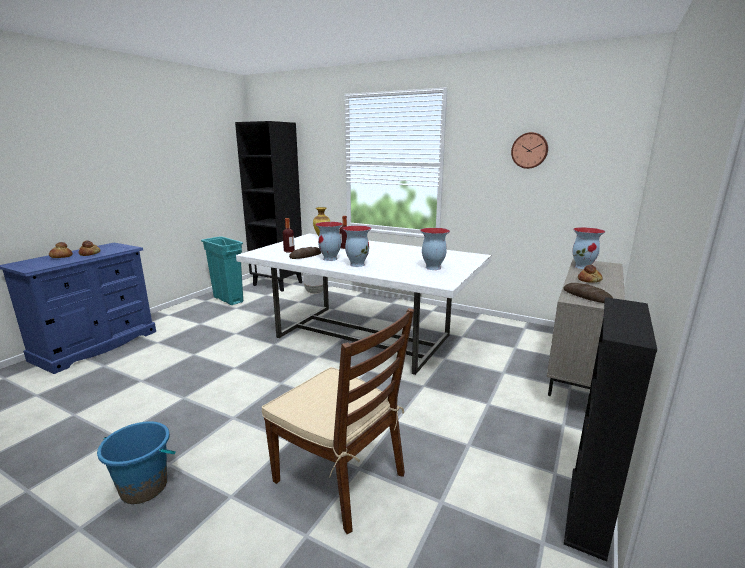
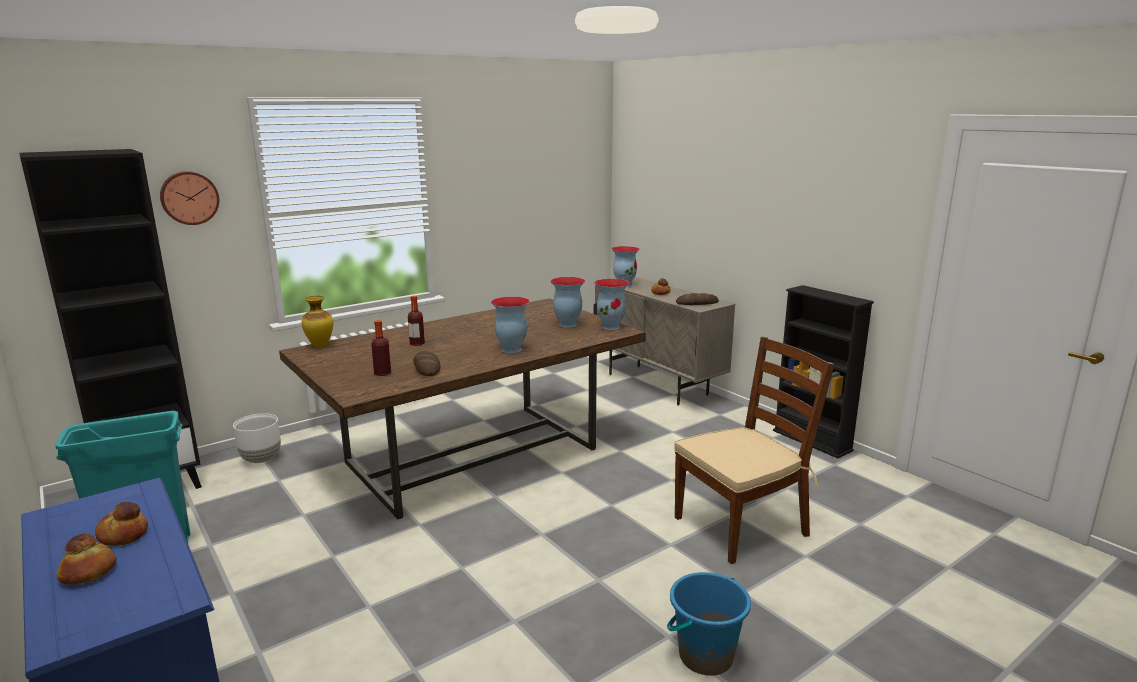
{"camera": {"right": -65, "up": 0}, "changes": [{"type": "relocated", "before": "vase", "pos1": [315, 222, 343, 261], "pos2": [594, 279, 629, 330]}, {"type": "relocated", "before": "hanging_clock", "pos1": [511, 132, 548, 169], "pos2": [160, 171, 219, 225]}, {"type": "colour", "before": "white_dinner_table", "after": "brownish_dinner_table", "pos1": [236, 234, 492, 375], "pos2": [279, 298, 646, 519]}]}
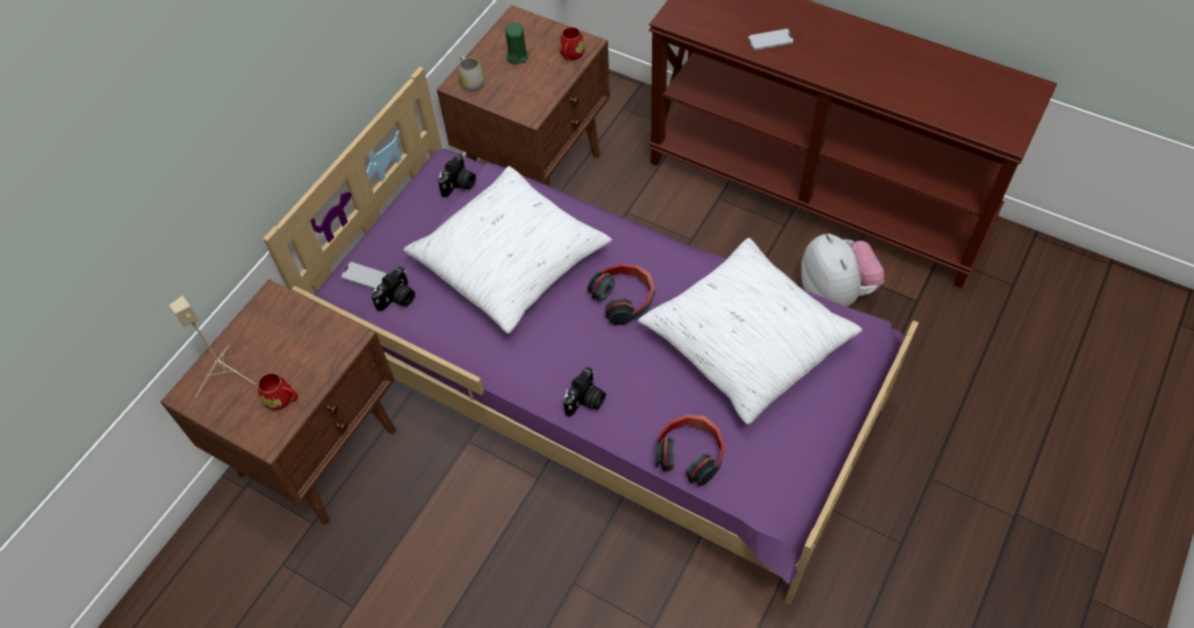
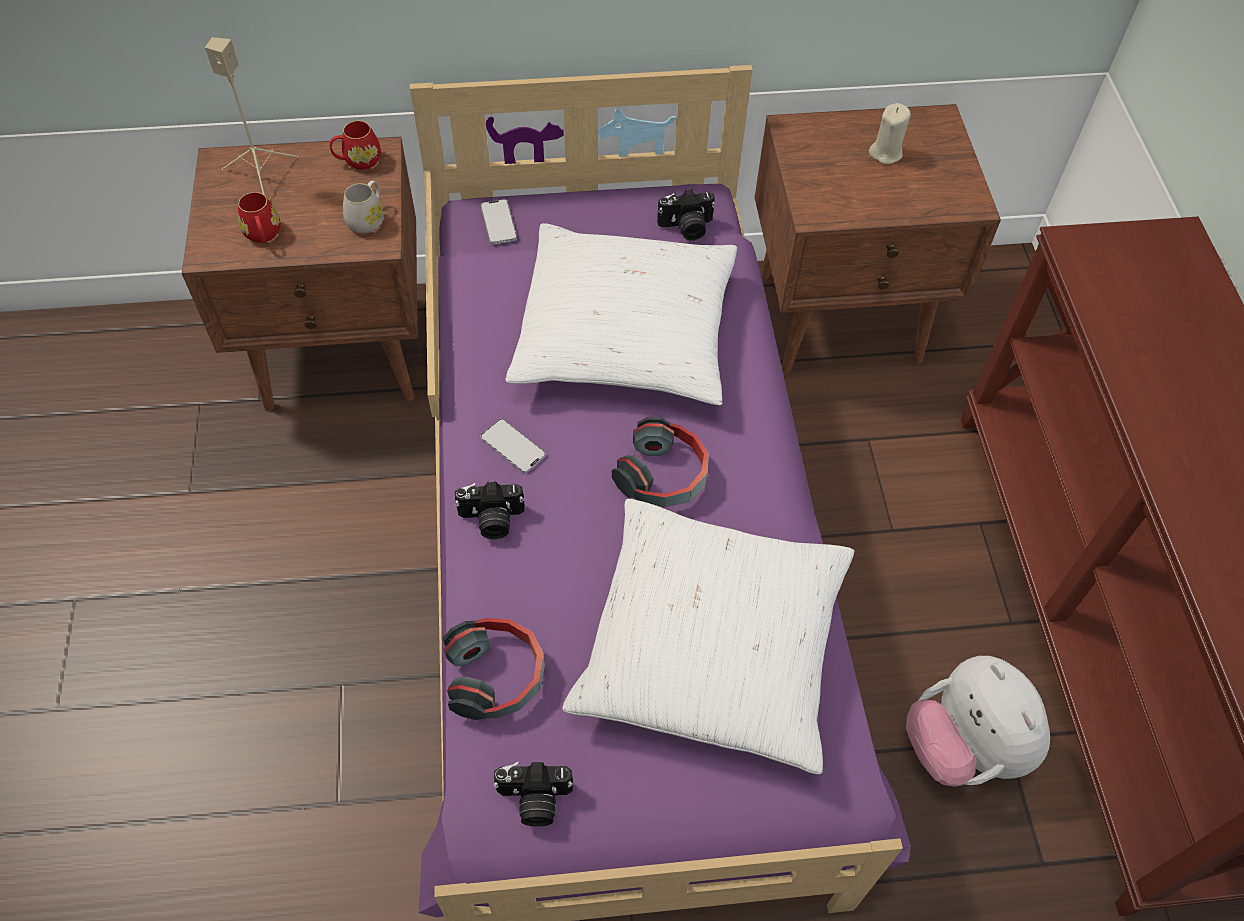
{"camera": {"right": 50, "up": 0}, "changes": [{"type": "relocated", "before": "still_camera", "pos1": [371, 266, 415, 311], "pos2": [493, 762, 573, 826]}, {"type": "relocated", "before": "white_tea_mug", "pos1": [458, 56, 485, 91], "pos2": [343, 180, 383, 234]}, {"type": "relocated", "before": "reddish_tea_mug", "pos1": [559, 27, 585, 60], "pos2": [330, 121, 381, 170]}, {"type": "relocated", "before": "phone", "pos1": [748, 29, 794, 51], "pos2": [481, 419, 546, 473]}, {"type": "colour", "before": "green_wax_candle", "after": "sand-coloured_wax_candle", "pos1": [505, 22, 529, 64], "pos2": [869, 103, 911, 164]}, {"type": "spun", "before": "soft_toy", "pos1": [801, 234, 885, 307], "pos2": [906, 656, 1050, 787], "turn": 120}]}
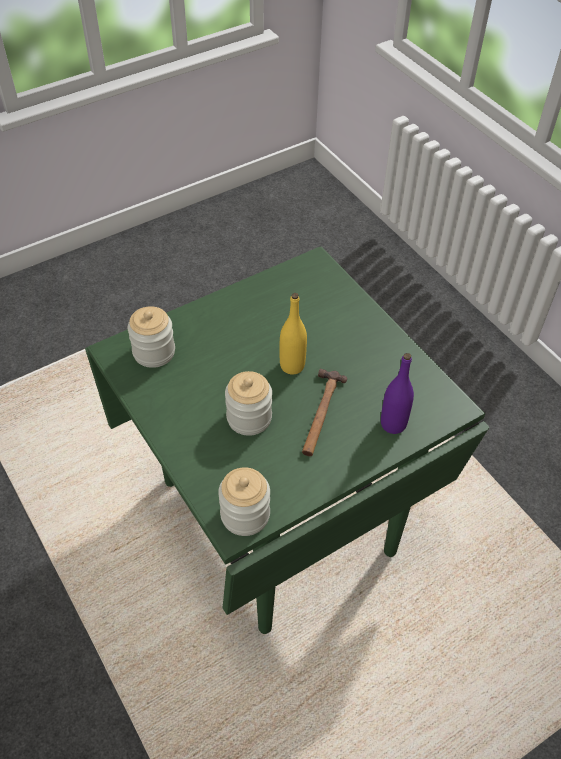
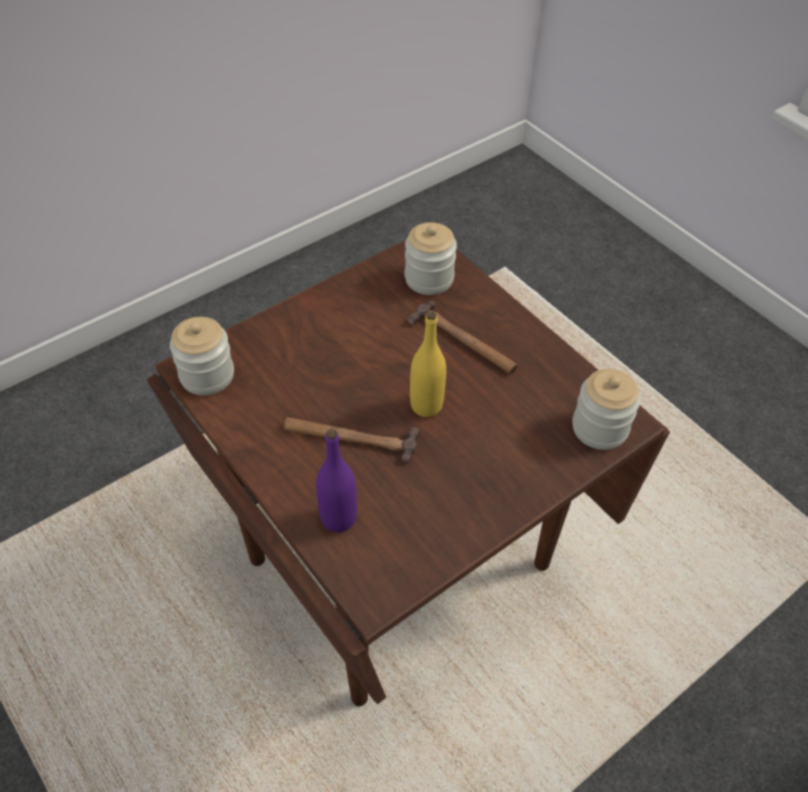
{"camera": {"right": 85, "up": 0}, "changes": [{"type": "appeared", "after": "tool_hammer", "pos2": [407, 301, 518, 374]}, {"type": "relocated", "before": "preserve_jar", "pos1": [225, 371, 272, 436], "pos2": [572, 369, 640, 450]}, {"type": "colour", "before": "green_dinner_table", "after": "brownish_dinner_table", "pos1": [85, 246, 489, 634], "pos2": [147, 240, 670, 706]}]}
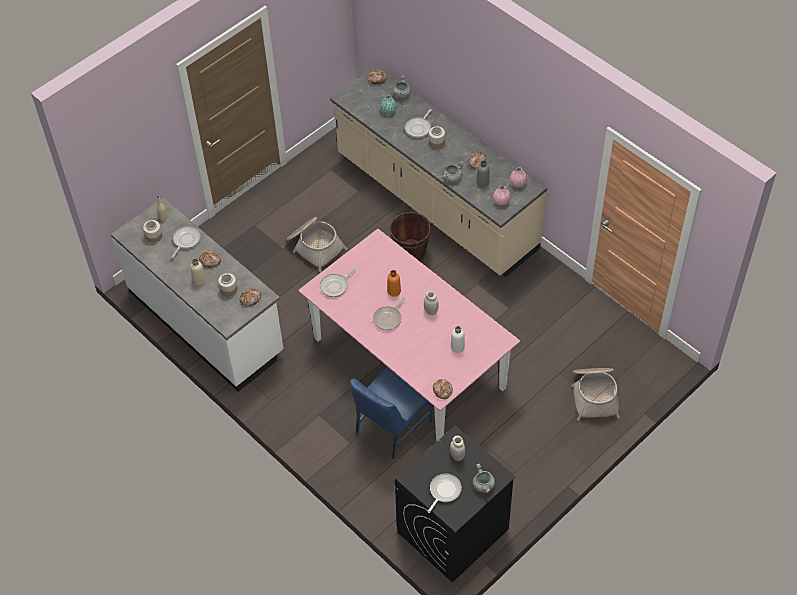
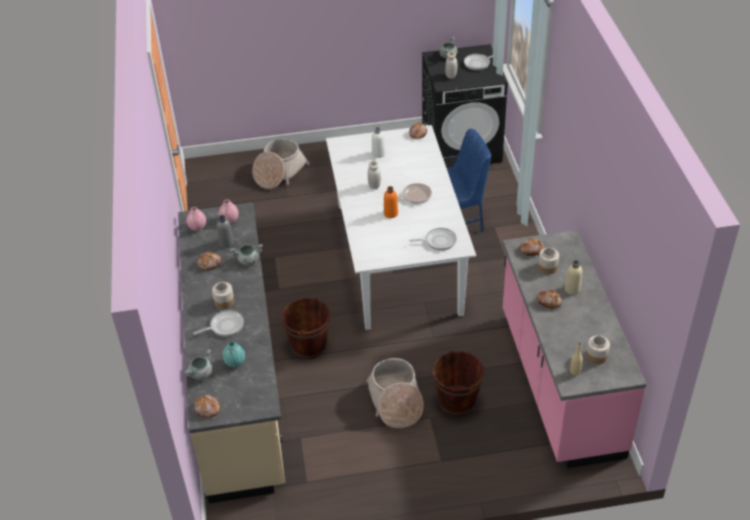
{"camera": {"right": -145, "up": -10}, "changes": [{"type": "missing", "before": "skillet", "pos1": [171, 226, 201, 258]}, {"type": "appeared", "after": "brownish_water_bucket", "pos2": [433, 351, 484, 416]}, {"type": "colour", "before": "white_kitchen_counter", "after": "pinkish_kitchen_counter", "pos1": [111, 197, 283, 392], "pos2": [502, 230, 646, 468]}, {"type": "colour", "before": "pinkish_dinner_table", "after": "white_dinner_table", "pos1": [298, 229, 520, 442], "pos2": [326, 125, 476, 330]}]}
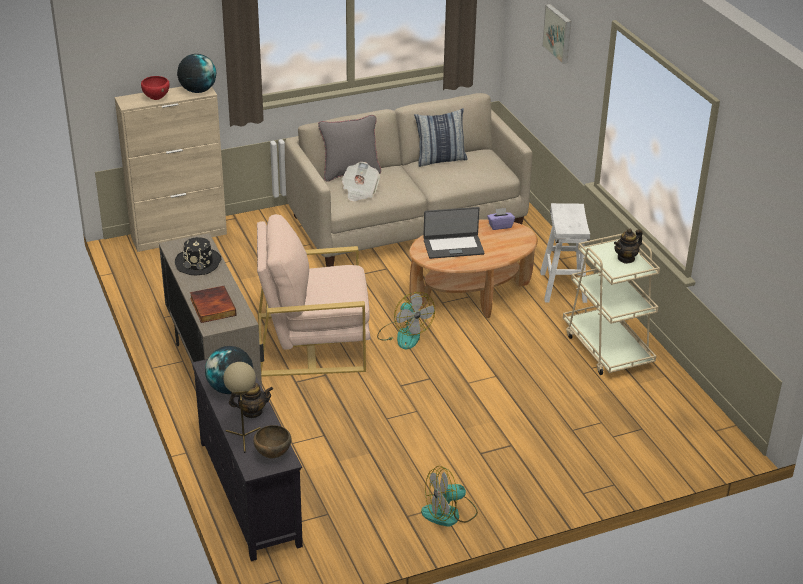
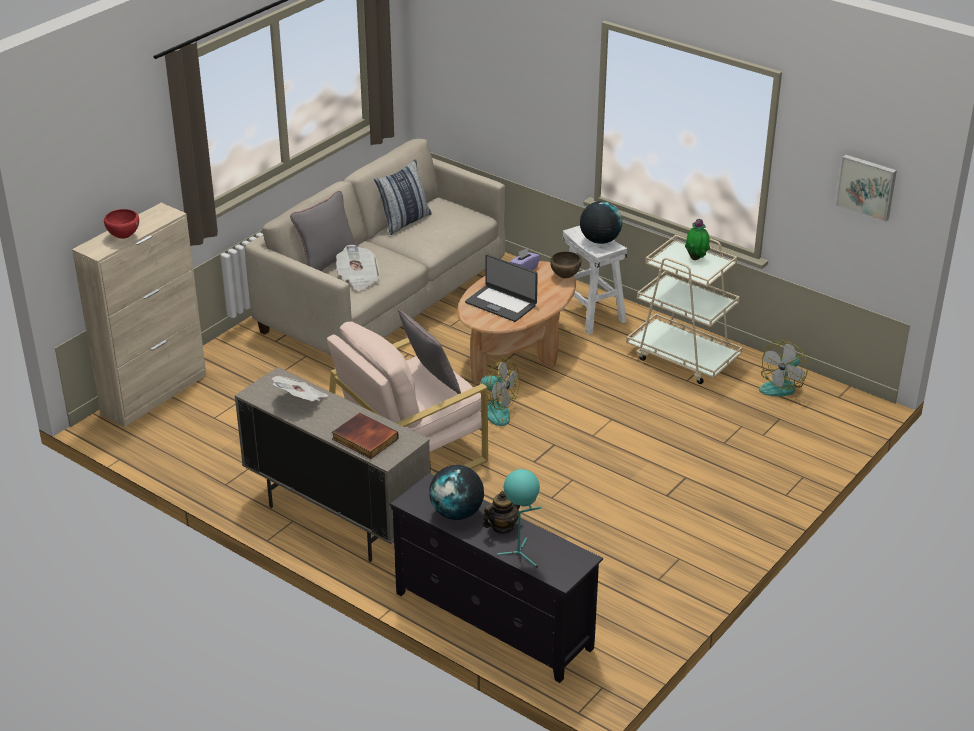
{"camera": {"right": -30, "up": 0}, "changes": [{"type": "appeared", "after": "gray_throw_pillow", "pos2": [398, 310, 461, 394]}, {"type": "relocated", "before": "globe", "pos1": [177, 54, 216, 93], "pos2": [580, 201, 622, 244]}, {"type": "relocated", "before": "brownish_deep_dish", "pos1": [253, 425, 291, 458], "pos2": [550, 251, 582, 278]}, {"type": "relocated", "before": "electric_fan", "pos1": [421, 466, 478, 526], "pos2": [759, 340, 808, 396]}, {"type": "relocated", "before": "wall_picture", "pos1": [542, 4, 571, 64], "pos2": [836, 155, 897, 222]}, {"type": "exchanged", "before": "blackish_clothing_hat", "after": "newspaper", "pos1": [175, 237, 222, 275], "pos2": [272, 376, 328, 402]}, {"type": "exchanged", "before": "teapot", "after": "houseplant", "pos1": [614, 229, 643, 264], "pos2": [685, 219, 710, 260]}, {"type": "colour", "before": "sand-coloured_table_lamp", "after": "blue-green_table_lamp", "pos1": [223, 362, 261, 453], "pos2": [497, 469, 542, 568]}, {"type": "spun", "before": "portable_computer", "pos1": [423, 207, 485, 259], "pos2": [465, 254, 538, 322], "turn": 75}]}
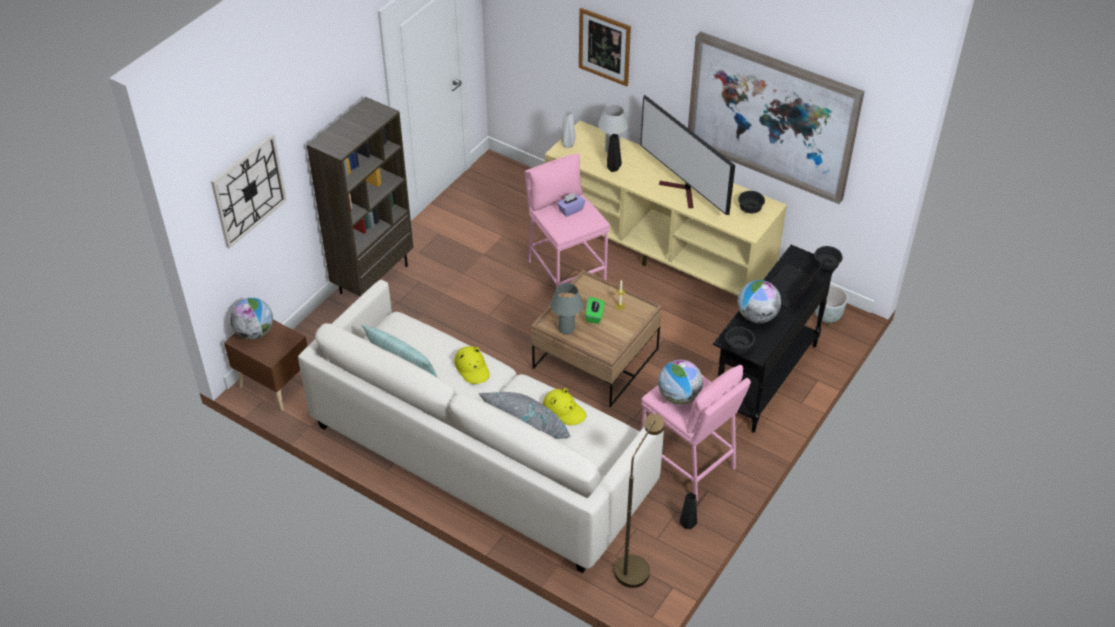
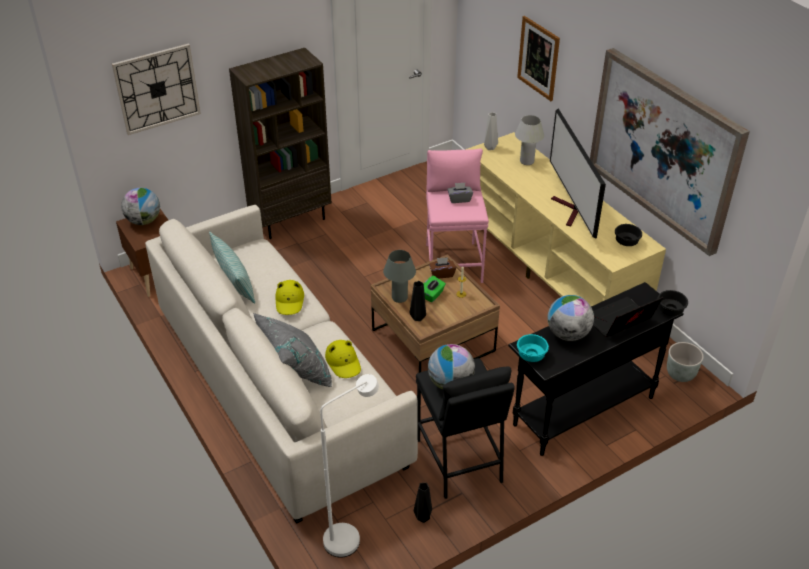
{"camera": {"right": 25, "up": -5}, "changes": [{"type": "appeared", "after": "brownish_box_of_tissues", "pos2": [429, 257, 456, 279]}, {"type": "relocated", "before": "blackish_vase", "pos1": [607, 134, 622, 172], "pos2": [410, 281, 426, 321]}, {"type": "colour", "before": "purple_box_of_tissues", "after": "gray_box_of_tissues", "pos1": [557, 193, 585, 217], "pos2": [447, 183, 473, 203]}, {"type": "colour", "before": "brownish_standard_lamp", "after": "white_standard_lamp", "pos1": [615, 414, 665, 588], "pos2": [320, 374, 379, 557]}, {"type": "colour", "before": "pinkish_stool_seat", "after": "blackish_stool_seat", "pos1": [641, 365, 751, 501], "pos2": [416, 358, 515, 499]}, {"type": "colour", "before": "blackish_deep_dish", "after": "blue-green_deep_dish", "pos1": [725, 327, 755, 353], "pos2": [517, 334, 549, 362]}]}
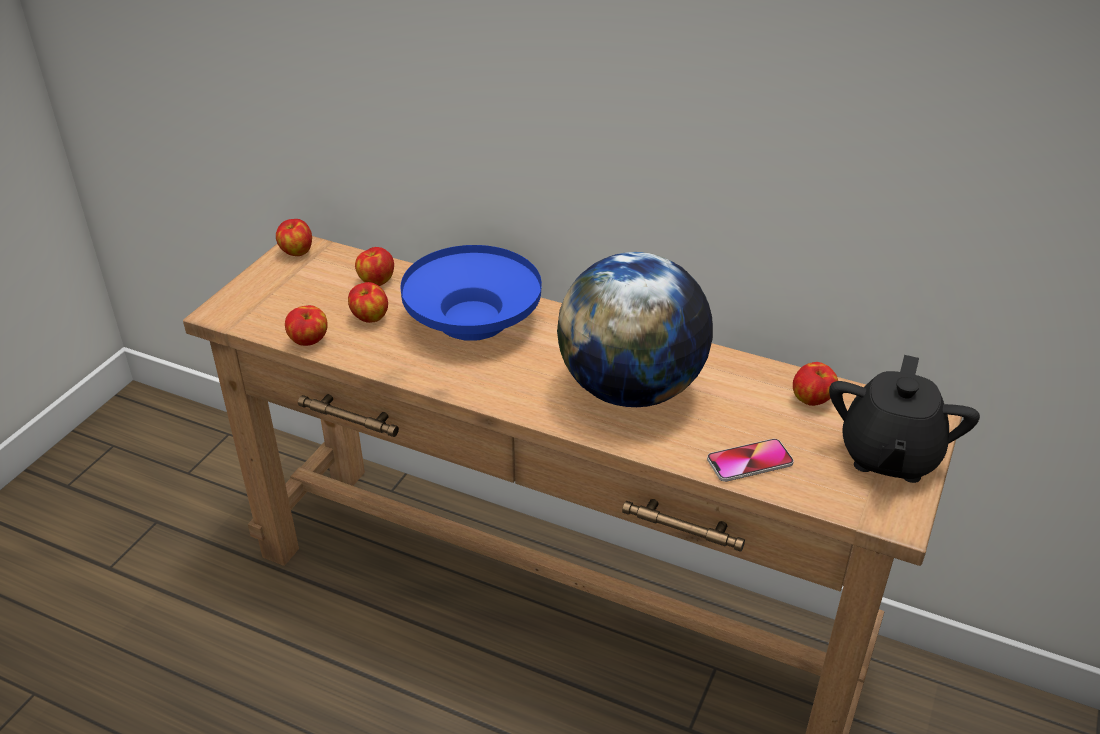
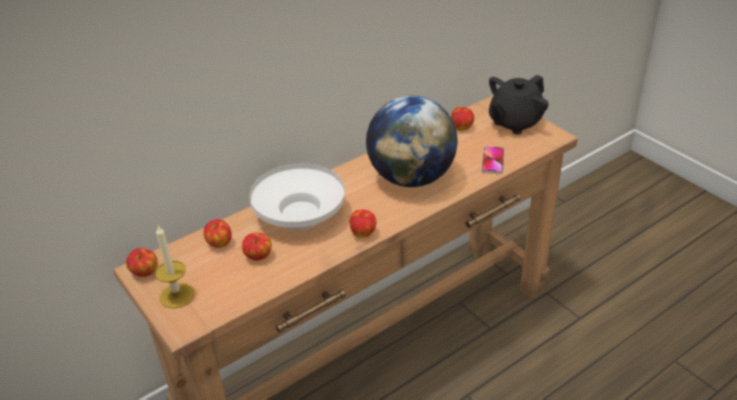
{"camera": {"right": -60, "up": 0}, "changes": [{"type": "appeared", "after": "wax_candle", "pos2": [155, 226, 194, 308]}, {"type": "relocated", "before": "apple", "pos1": [285, 305, 328, 346], "pos2": [350, 209, 376, 238]}, {"type": "colour", "before": "blue_deep_dish", "after": "white_deep_dish", "pos1": [401, 245, 542, 341], "pos2": [249, 163, 345, 230]}, {"type": "spun", "before": "blackish_teapot", "pos1": [829, 355, 980, 483], "pos2": [489, 75, 549, 135], "turn": 90}]}
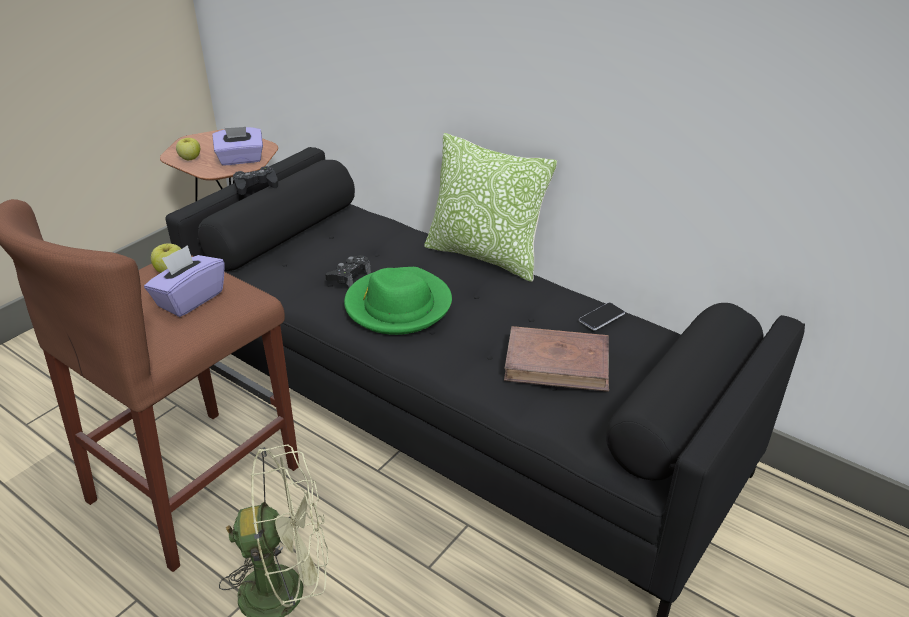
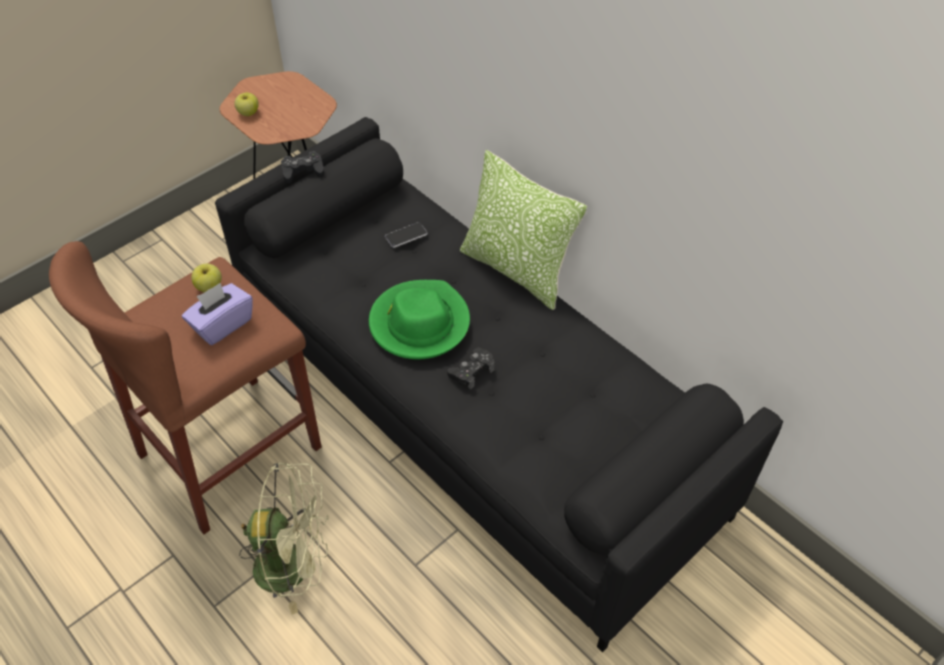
{"camera": {"right": 10, "up": 15}, "changes": [{"type": "missing", "before": "purple_box_of_tissues", "pos1": [212, 127, 263, 165]}, {"type": "missing", "before": "brownish_bound_book", "pos1": [504, 326, 609, 392]}, {"type": "relocated", "before": "blackish_gamepad", "pos1": [325, 255, 371, 288], "pos2": [447, 348, 495, 390]}, {"type": "relocated", "before": "phone", "pos1": [579, 303, 625, 331], "pos2": [385, 222, 428, 248]}]}
